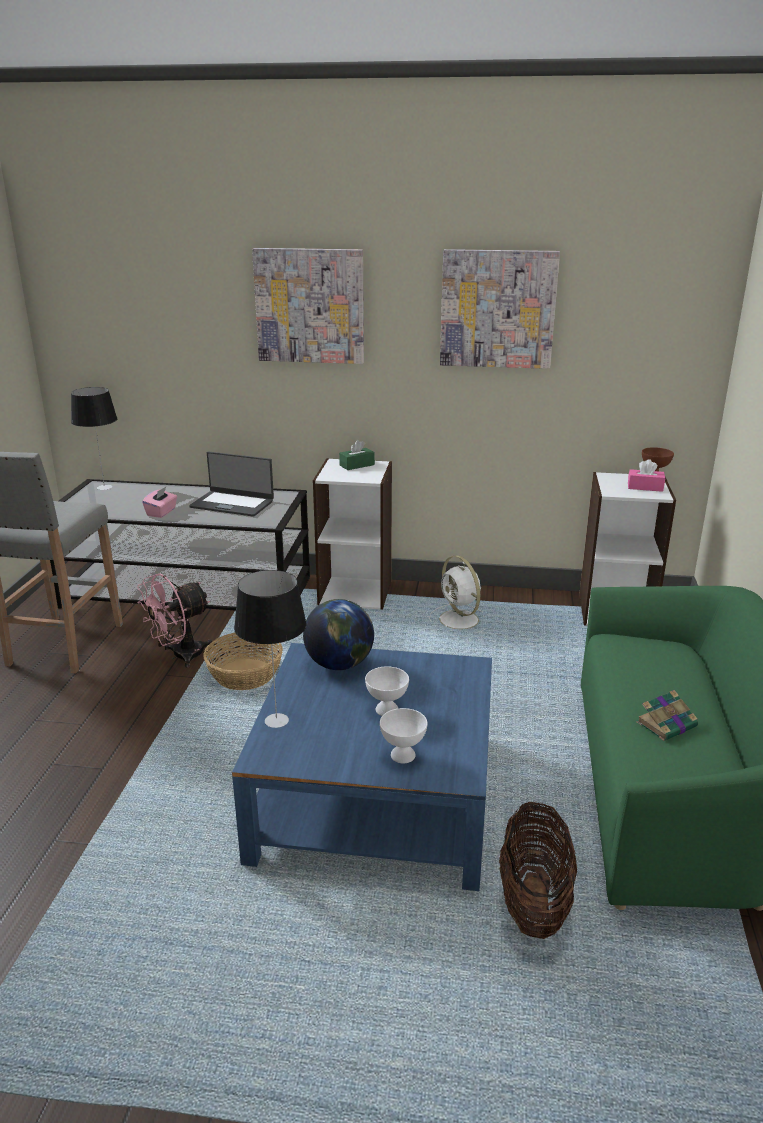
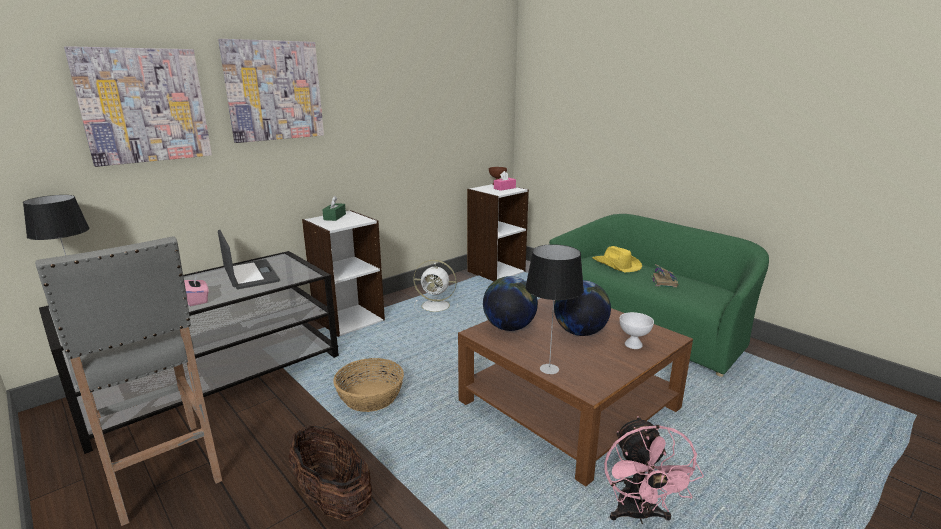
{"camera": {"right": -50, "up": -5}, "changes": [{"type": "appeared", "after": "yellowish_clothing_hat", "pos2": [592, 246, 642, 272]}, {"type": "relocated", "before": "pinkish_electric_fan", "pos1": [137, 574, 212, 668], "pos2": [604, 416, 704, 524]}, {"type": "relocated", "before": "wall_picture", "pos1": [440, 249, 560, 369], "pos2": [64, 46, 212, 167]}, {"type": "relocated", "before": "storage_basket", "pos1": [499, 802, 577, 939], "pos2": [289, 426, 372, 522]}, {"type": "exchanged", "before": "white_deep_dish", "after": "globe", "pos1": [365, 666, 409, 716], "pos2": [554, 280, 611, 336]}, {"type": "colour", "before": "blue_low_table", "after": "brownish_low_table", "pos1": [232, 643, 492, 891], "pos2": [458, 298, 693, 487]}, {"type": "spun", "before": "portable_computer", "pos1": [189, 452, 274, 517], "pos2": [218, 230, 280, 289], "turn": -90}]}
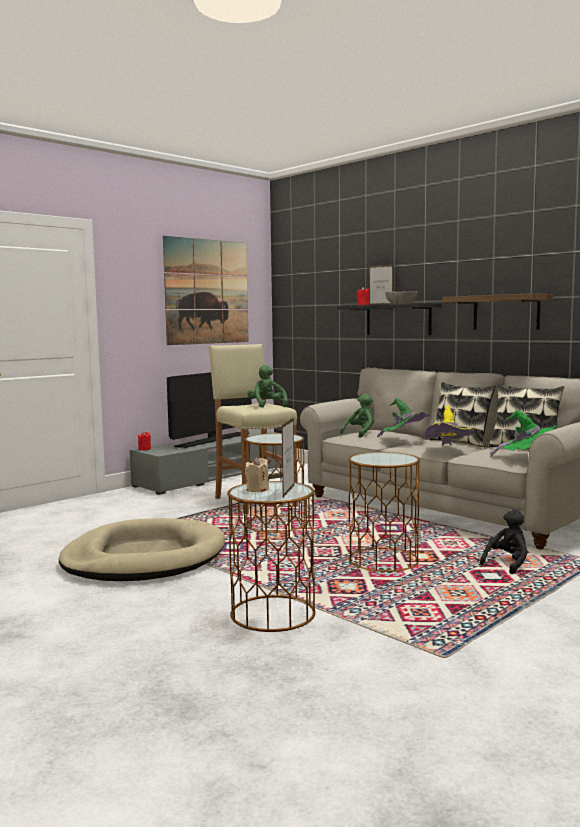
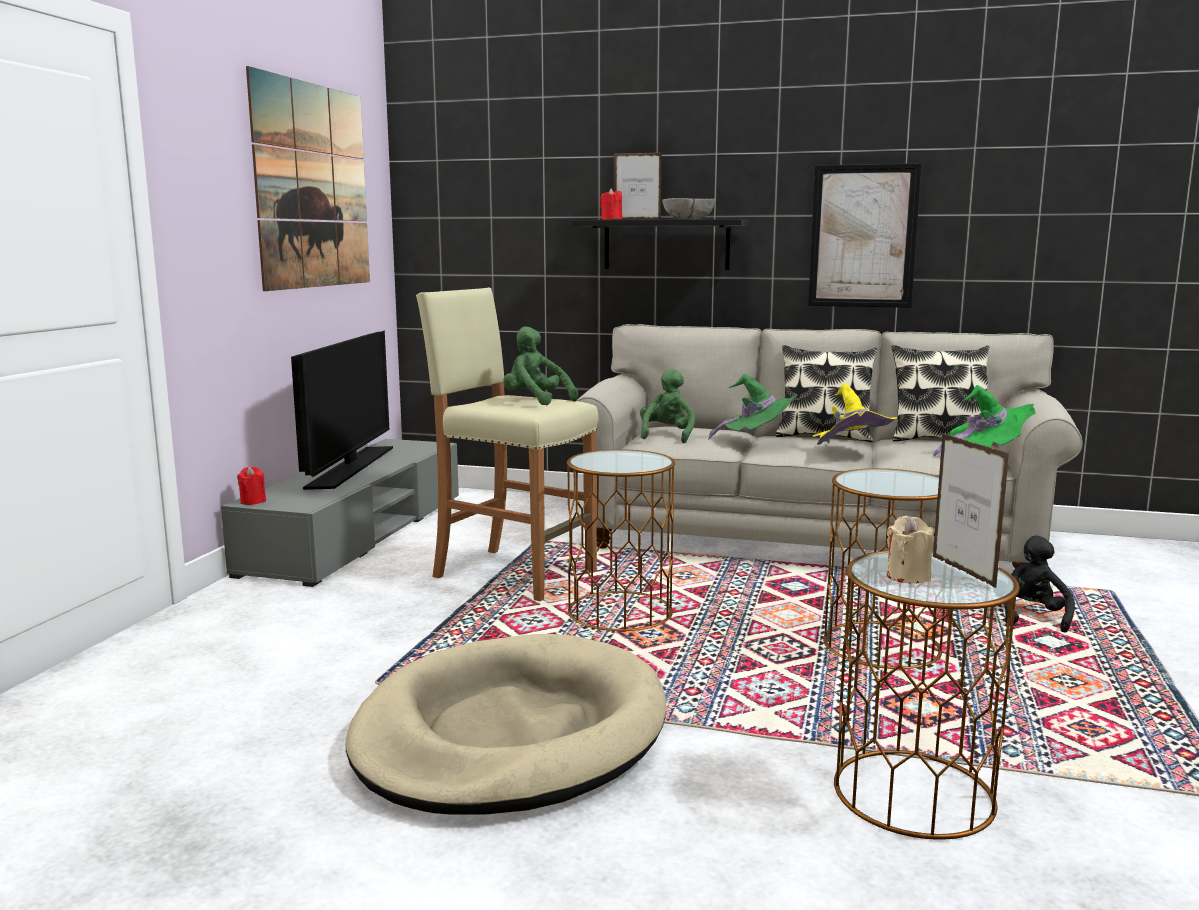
{"camera": {"right": -30, "up": 5}, "changes": [{"type": "exchanged", "before": "bracket_shelf", "after": "wall_picture", "pos1": [443, 293, 554, 330], "pos2": [808, 163, 922, 308]}]}
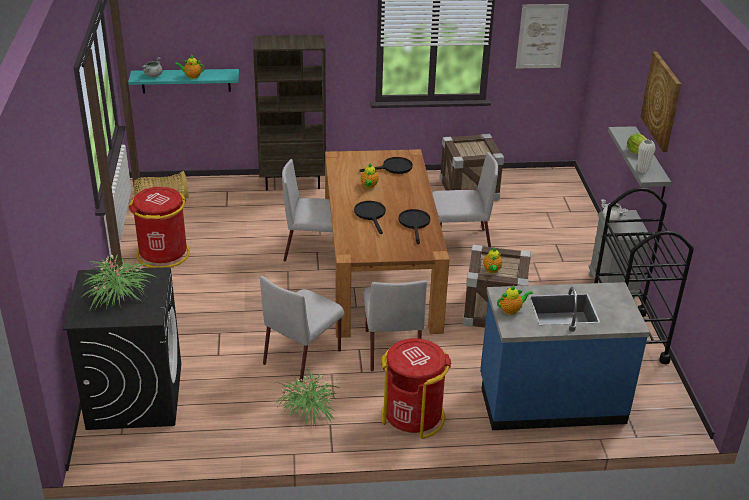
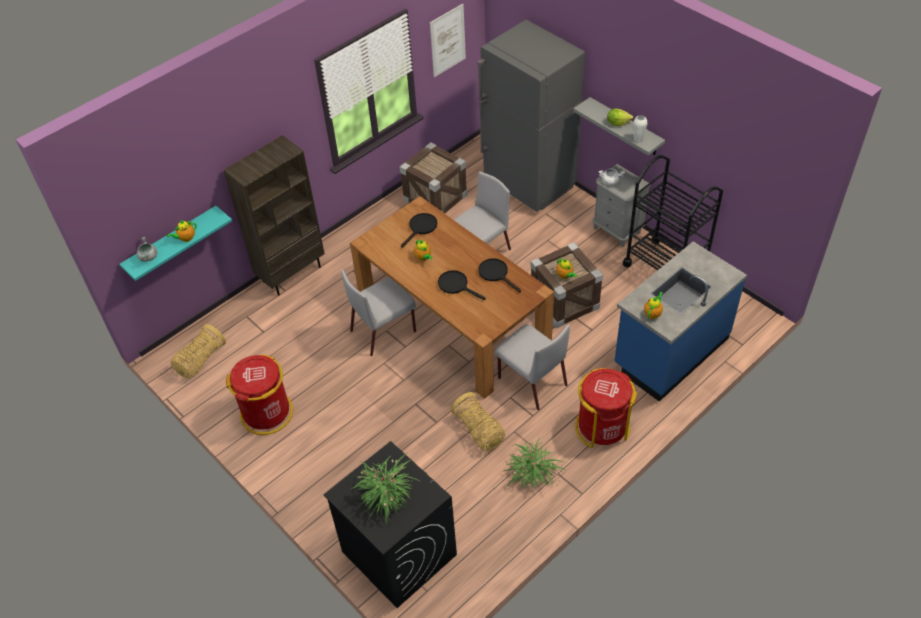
{"camera": {"right": -35, "up": 15}, "changes": [{"type": "missing", "before": "wall_picture", "pos1": [640, 51, 681, 152]}, {"type": "appeared", "after": "gray_fridge", "pos2": [478, 20, 585, 212]}, {"type": "exchanged", "before": "gray_upright_chair", "after": "storage_basket", "pos1": [260, 276, 344, 383], "pos2": [451, 392, 505, 451]}]}
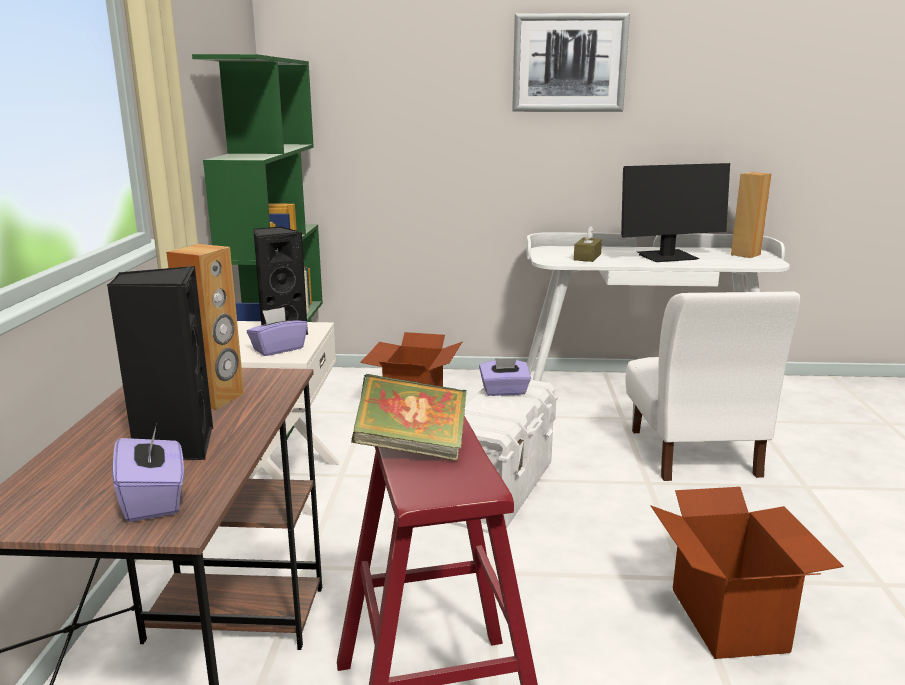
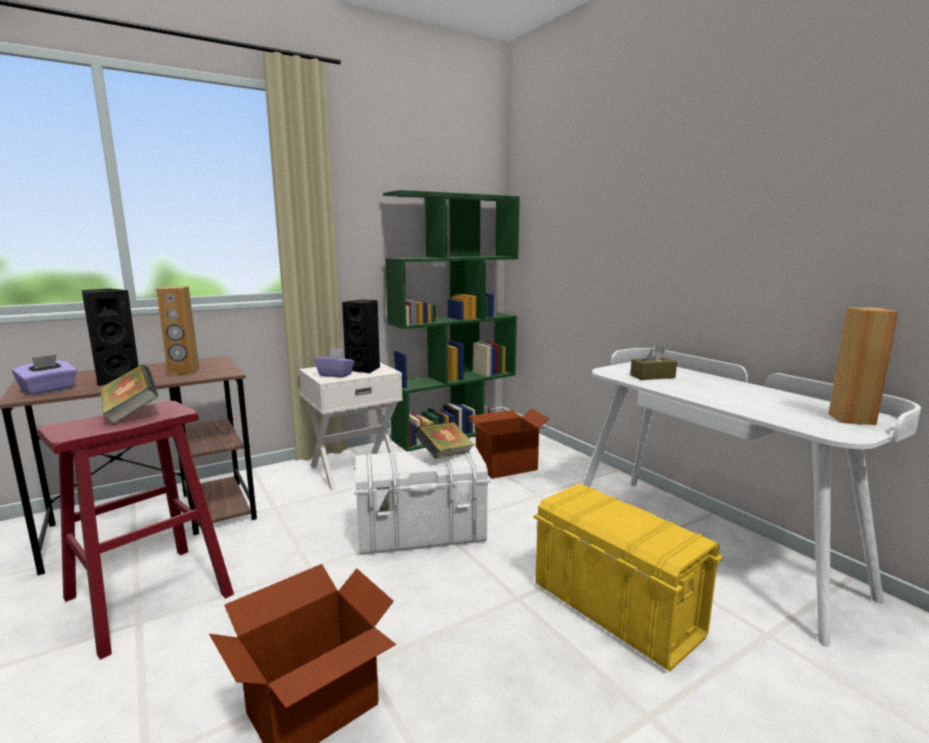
{"camera": {"right": 55, "up": -5}, "changes": [{"type": "missing", "before": "wall_picture", "pos1": [512, 13, 630, 112]}, {"type": "missing", "before": "monitor", "pos1": [621, 163, 730, 262]}, {"type": "exchanged", "before": "purple_box_of_tissues", "after": "bound_book", "pos1": [479, 358, 531, 396], "pos2": [414, 422, 475, 459]}, {"type": "exchanged", "before": "white_upright_chair", "after": "yellowish_storage_container", "pos1": [625, 292, 800, 481], "pos2": [534, 484, 723, 671]}]}
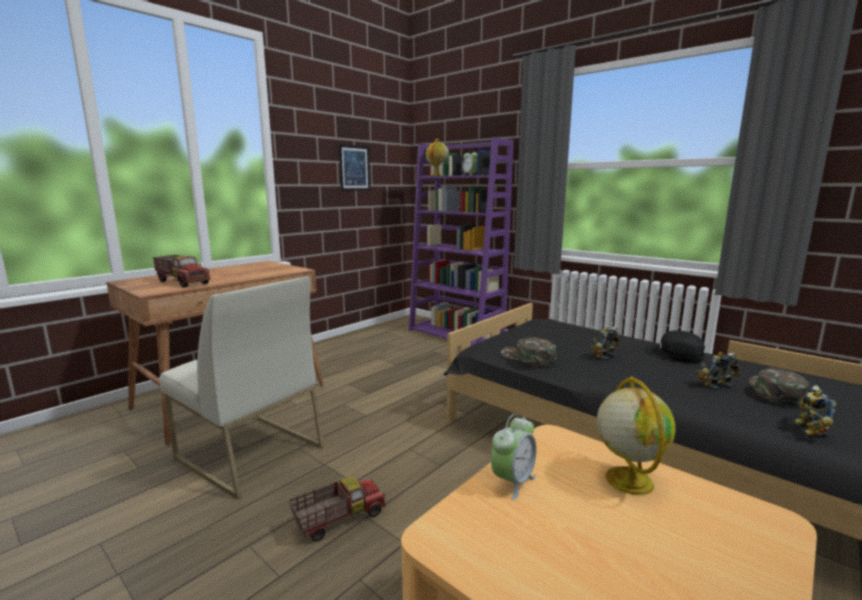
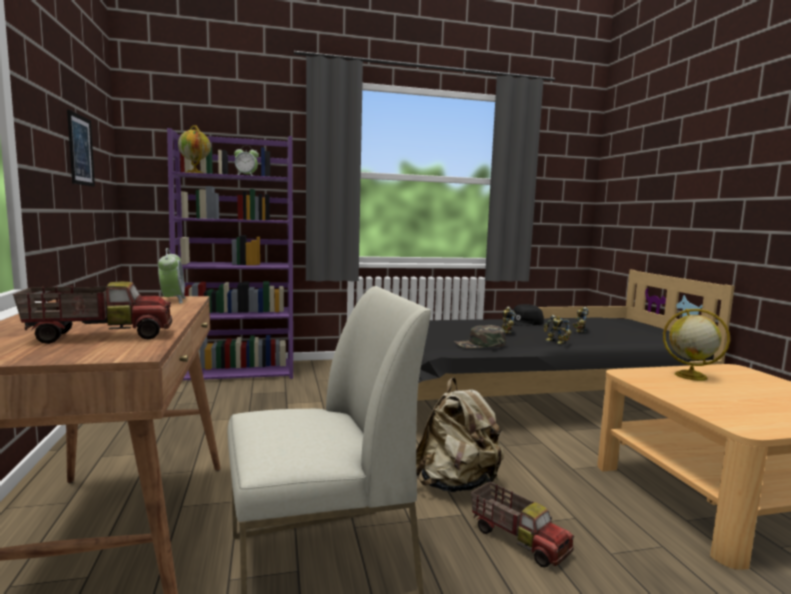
{"camera": {"right": -55, "up": -5}, "changes": [{"type": "missing", "before": "green_peaked_cap", "pos1": [749, 368, 811, 407]}, {"type": "appeared", "after": "sand-coloured_rucksack", "pos2": [416, 377, 504, 492]}, {"type": "relocated", "before": "table_clock", "pos1": [491, 414, 537, 500], "pos2": [158, 248, 186, 303]}, {"type": "relocated", "before": "model_robot", "pos1": [793, 385, 837, 437], "pos2": [544, 315, 572, 344]}, {"type": "spun", "before": "toy_lorry", "pos1": [288, 476, 386, 542], "pos2": [471, 482, 574, 568], "turn": 135}]}
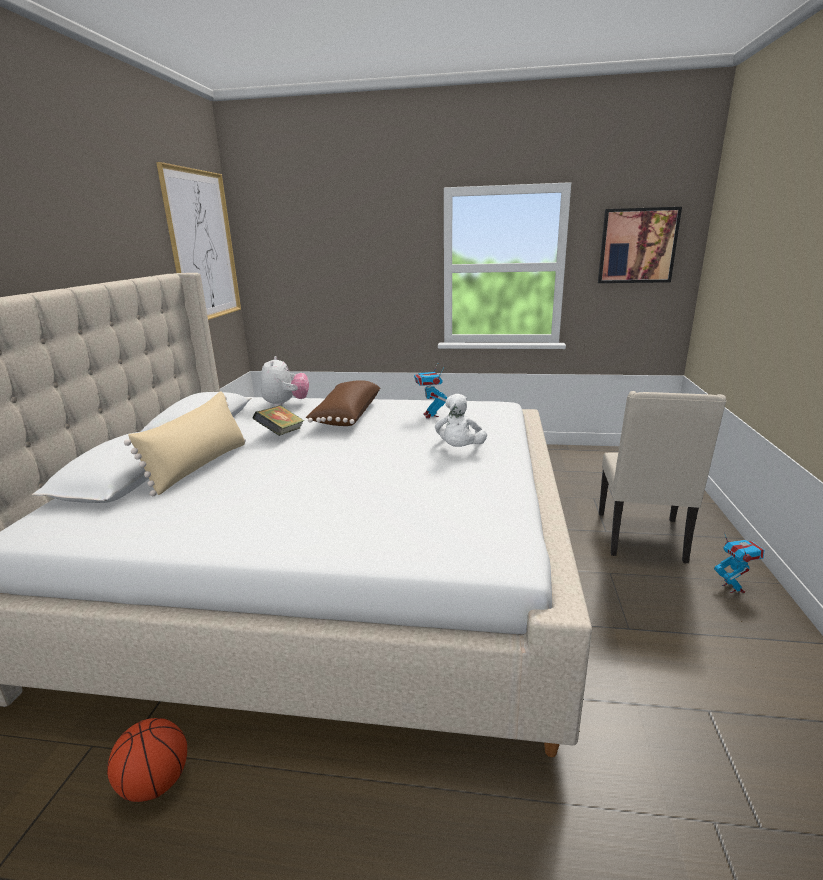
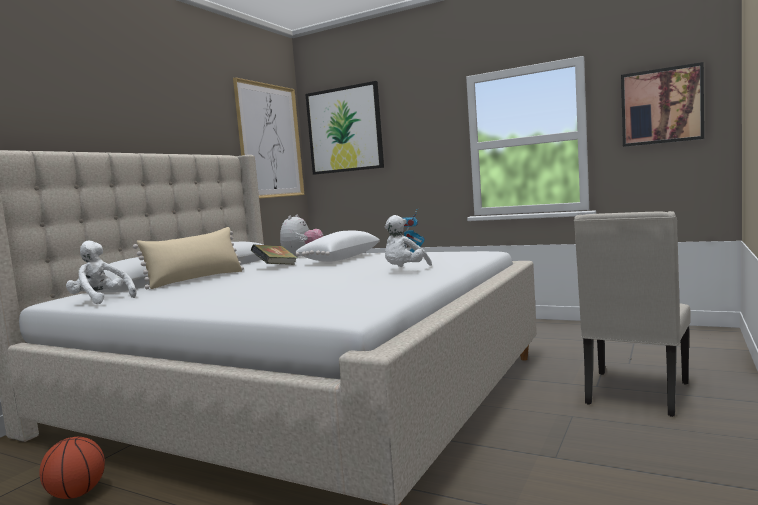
{"camera": {"right": 20, "up": -15}, "changes": [{"type": "missing", "before": "model_robot", "pos1": [714, 532, 764, 593]}, {"type": "appeared", "after": "white_soft_toy", "pos2": [66, 241, 136, 304]}, {"type": "appeared", "after": "wall_picture", "pos2": [305, 81, 384, 175]}, {"type": "colour", "before": "brownish_throw_pillow", "after": "white_throw_pillow", "pos1": [306, 380, 380, 426], "pos2": [295, 231, 380, 262]}]}
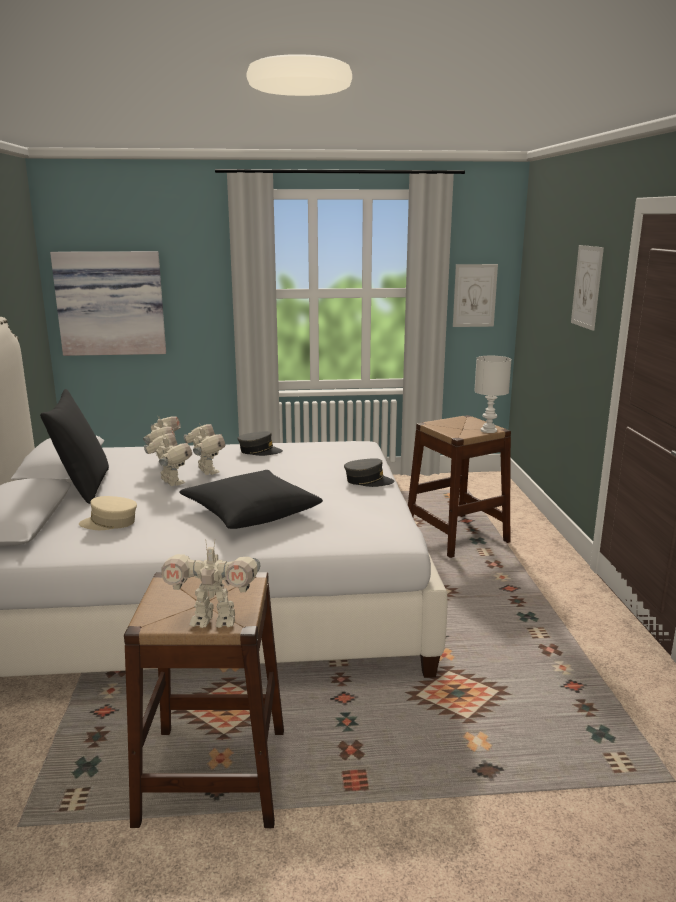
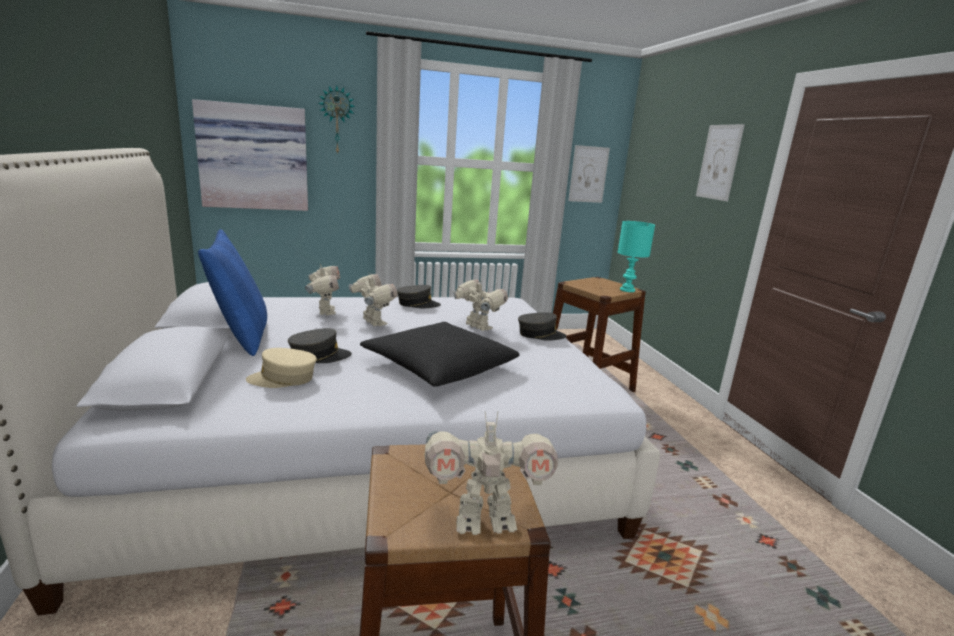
{"camera": {"right": -10, "up": 0}, "changes": [{"type": "appeared", "after": "gray_peaked_cap", "pos2": [288, 328, 352, 363]}, {"type": "appeared", "after": "hanging_clock", "pos2": [318, 86, 356, 155]}, {"type": "relocated", "before": "model_robot", "pos1": [144, 433, 192, 486], "pos2": [452, 279, 508, 331]}, {"type": "colour", "before": "blackish_throw_pillow", "after": "blue_throw_pillow", "pos1": [40, 389, 109, 504], "pos2": [198, 229, 267, 356]}, {"type": "colour", "before": "white_table_lamp", "after": "blue-green_table_lamp", "pos1": [474, 356, 512, 433], "pos2": [618, 221, 655, 292]}]}
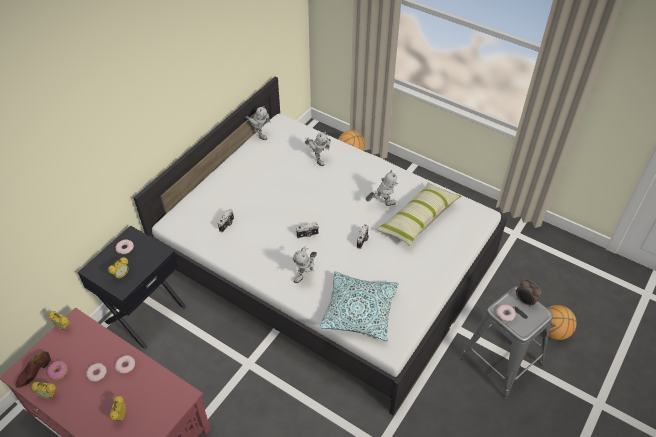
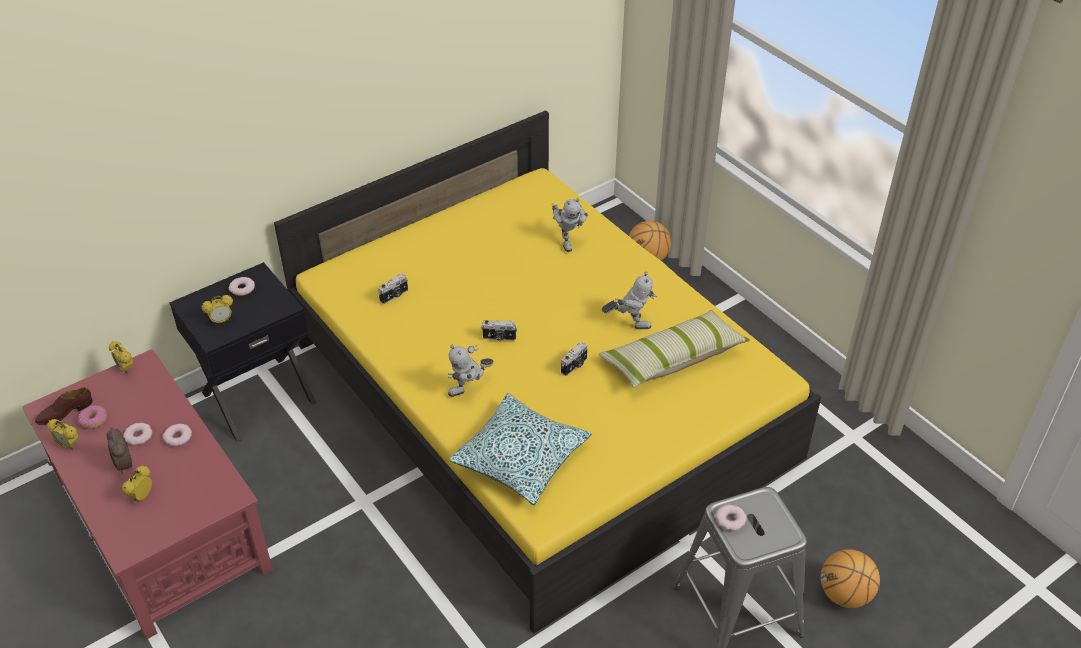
{"camera": {"right": 20, "up": -5}, "changes": [{"type": "missing", "before": "model_robot", "pos1": [245, 105, 270, 140]}, {"type": "relocated", "before": "table_clock", "pos1": [516, 279, 542, 307], "pos2": [106, 427, 132, 474]}, {"type": "colour", "before": "white_sleeping_bed", "after": "yellowish_sleeping_bed", "pos1": [133, 77, 507, 415], "pos2": [274, 110, 821, 634]}]}
